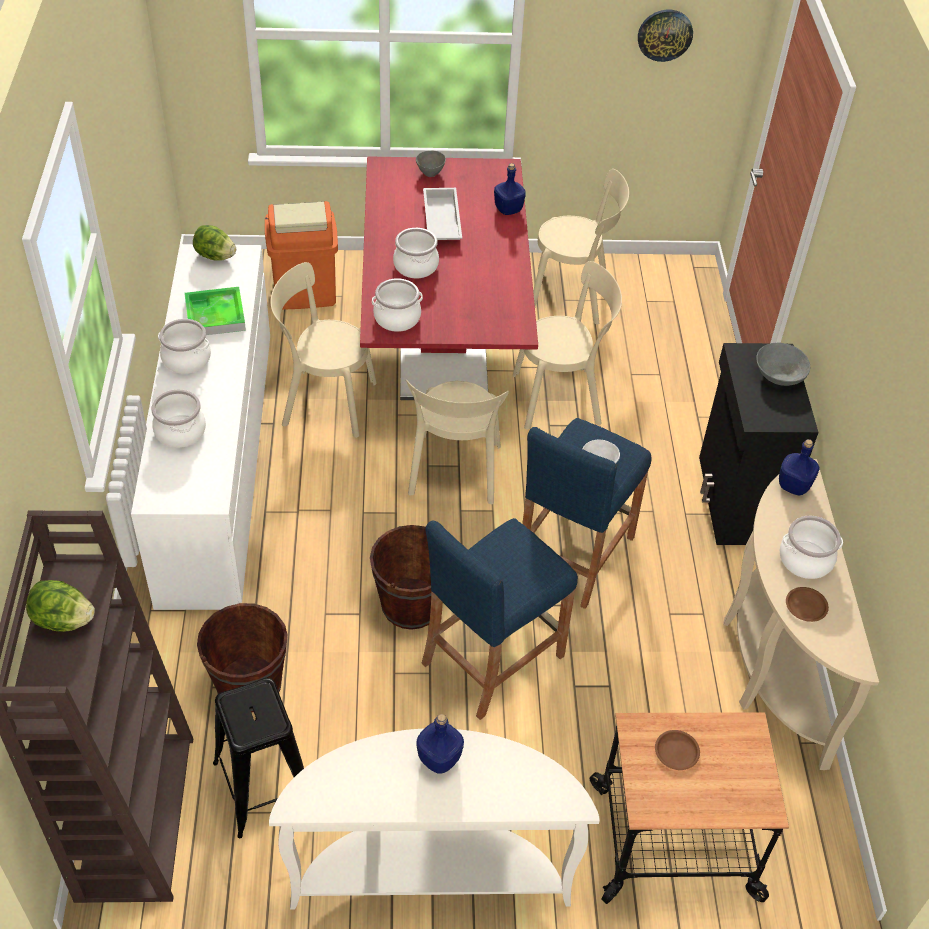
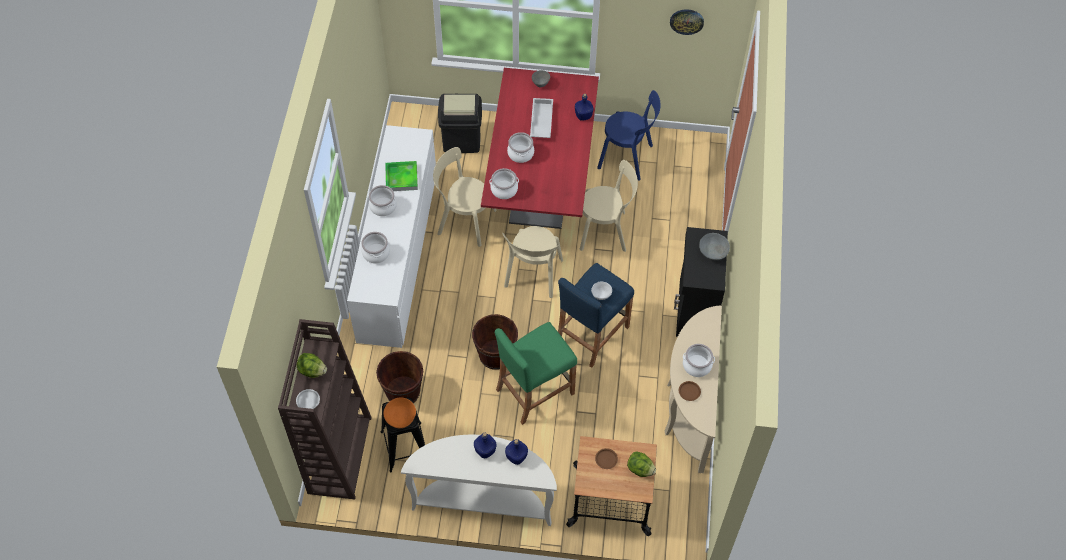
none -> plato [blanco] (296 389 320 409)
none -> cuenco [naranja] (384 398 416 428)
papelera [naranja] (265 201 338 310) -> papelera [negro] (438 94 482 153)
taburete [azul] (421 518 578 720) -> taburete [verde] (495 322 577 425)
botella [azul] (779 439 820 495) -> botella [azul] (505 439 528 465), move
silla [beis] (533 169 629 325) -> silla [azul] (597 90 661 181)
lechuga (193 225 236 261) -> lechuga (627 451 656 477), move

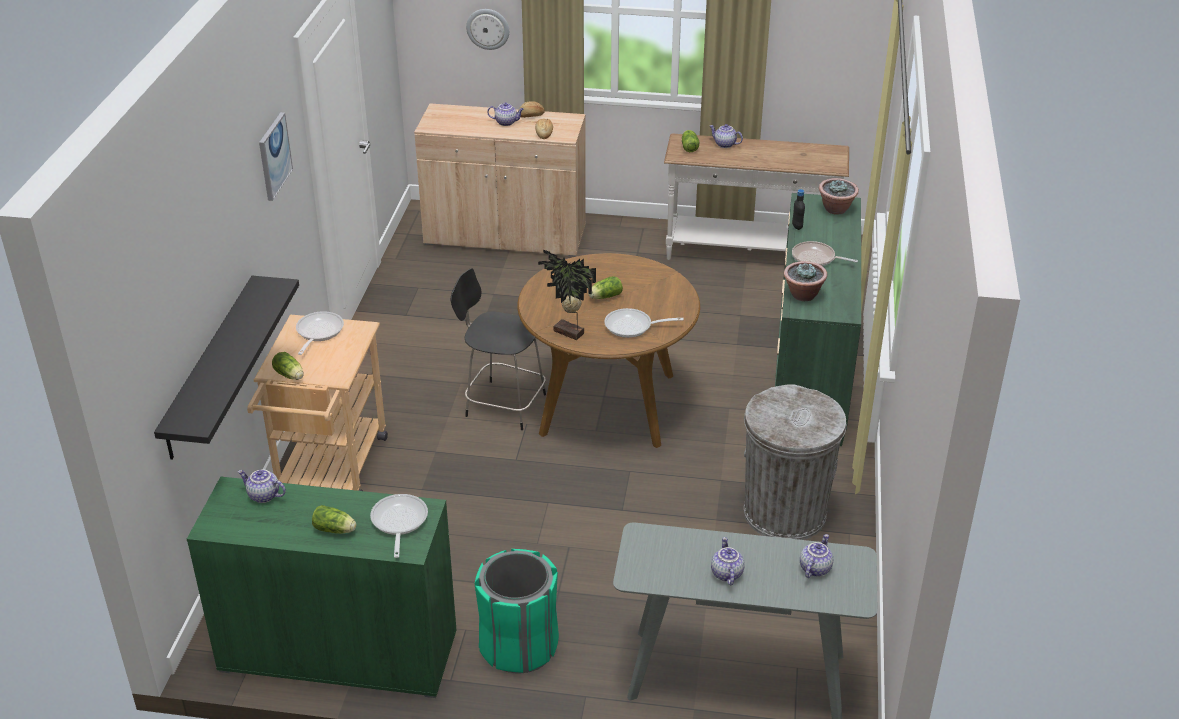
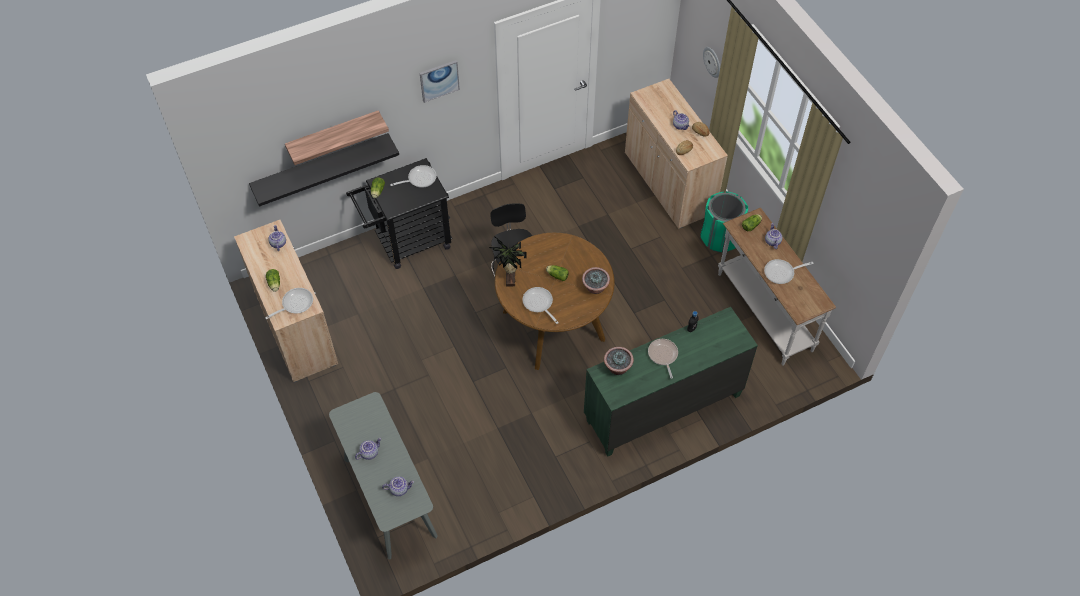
armario [verde] (187 477 456 698) -> armario [beis] (234 220 338 383)
none -> estante (285 111 389 165)
carrito [beis] (247 315 388 491) -> carrito [negro] (346 158 452 269)
planta en maceta (819 178 859 215) -> planta en maceta (582 267 610 294), move
papelera [verde] (475 549 559 674) -> papelera [verde] (700 191 748 252), move
none -> sartén (764 259 814 284)
papelera [gris] (744 384 846 540) -> none

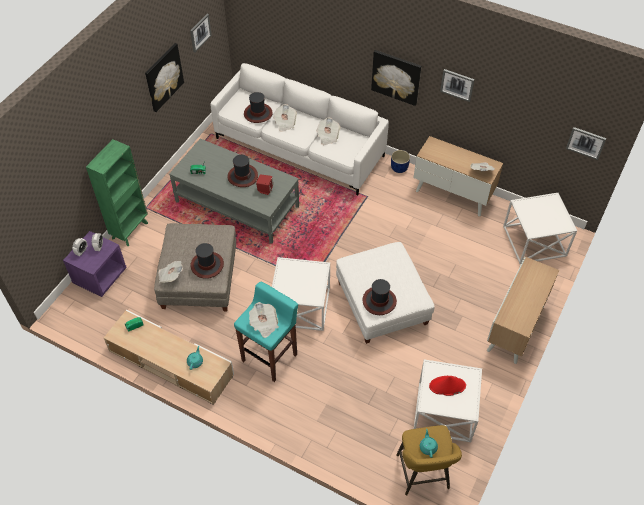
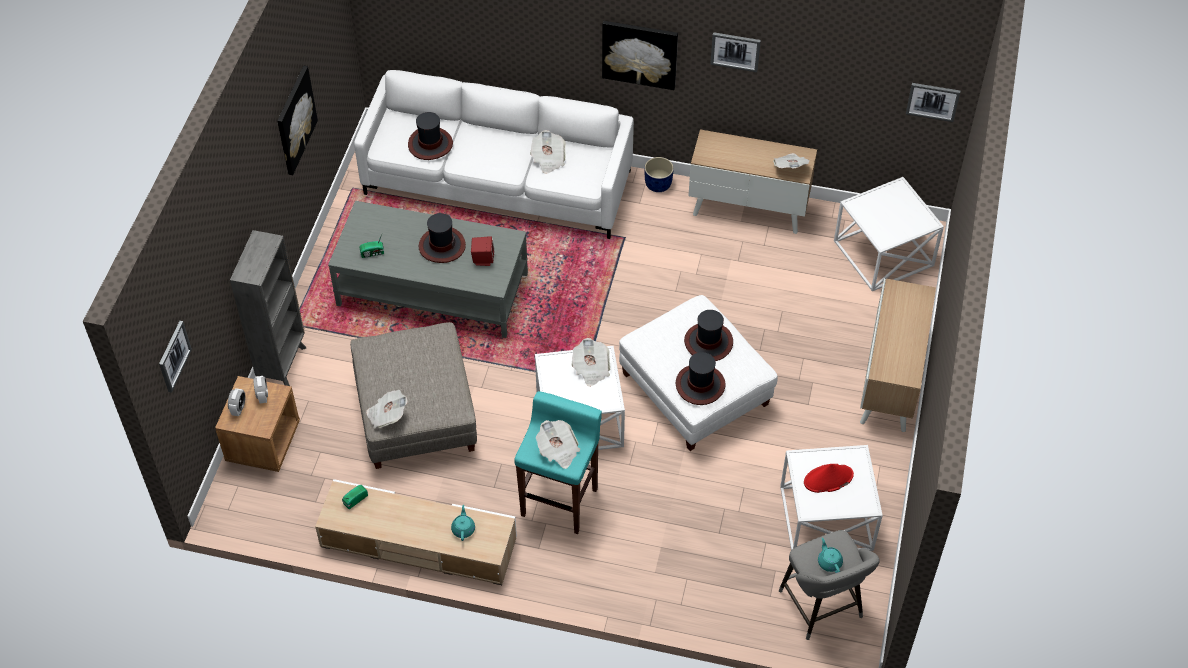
cuadro (190 14 212 52) -> cuadro (159 321 192 393), move
mesita de noche [morado] (63 231 127 297) -> mesita de noche [marrón] (215 376 300 472)
estantería [verde] (86 139 148 246) -> estantería [gris] (230 230 306 386)
periódico (273 104 297 132) -> periódico (572 338 610 387), move
sombrero (190 243 224 279) -> sombrero (684 310 733 361), move
taburete [amarillo] (396 425 462 496) -> taburete [gris] (779 530 880 640)

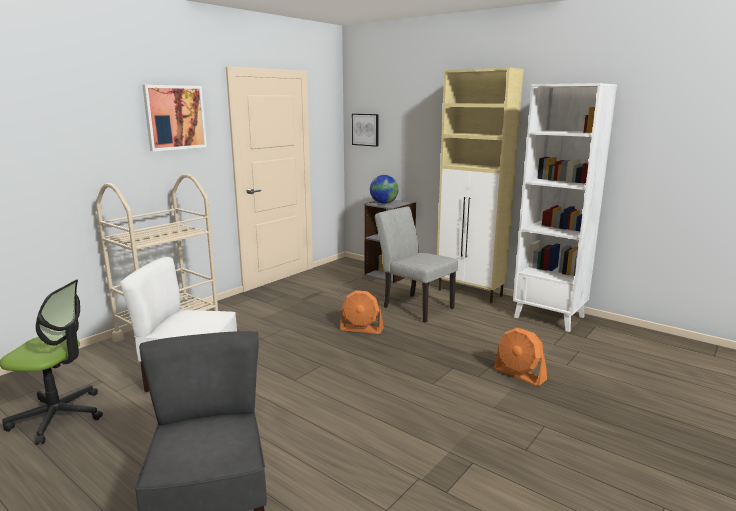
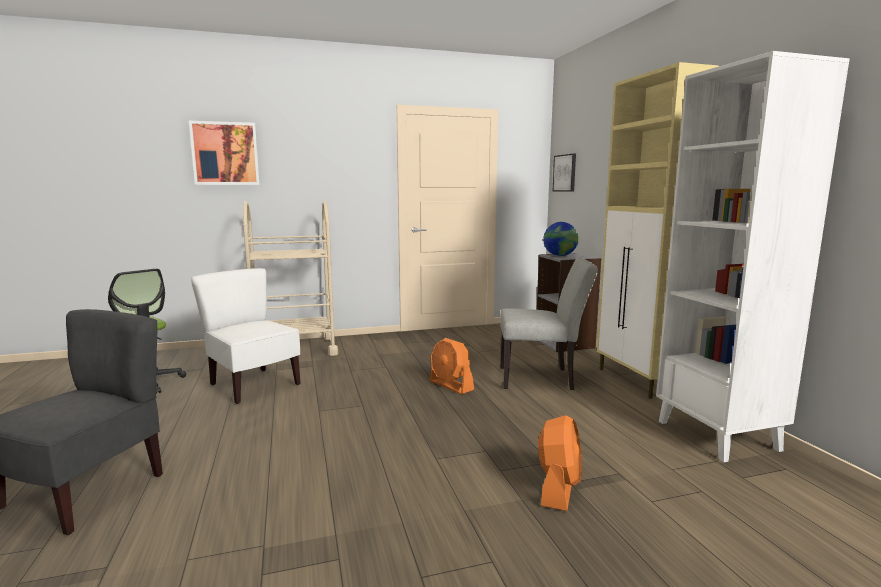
cuadro (142 85 207 151) -> cuadro (189 121 260 185), move
silla [gris] (375 206 458 323) -> silla [gris] (500 257 598 390), 105 degrees clockwise
ventilador [naranja] (494 328 547 386) -> ventilador [naranja] (538 415 582 511), 150 degrees counterclockwise

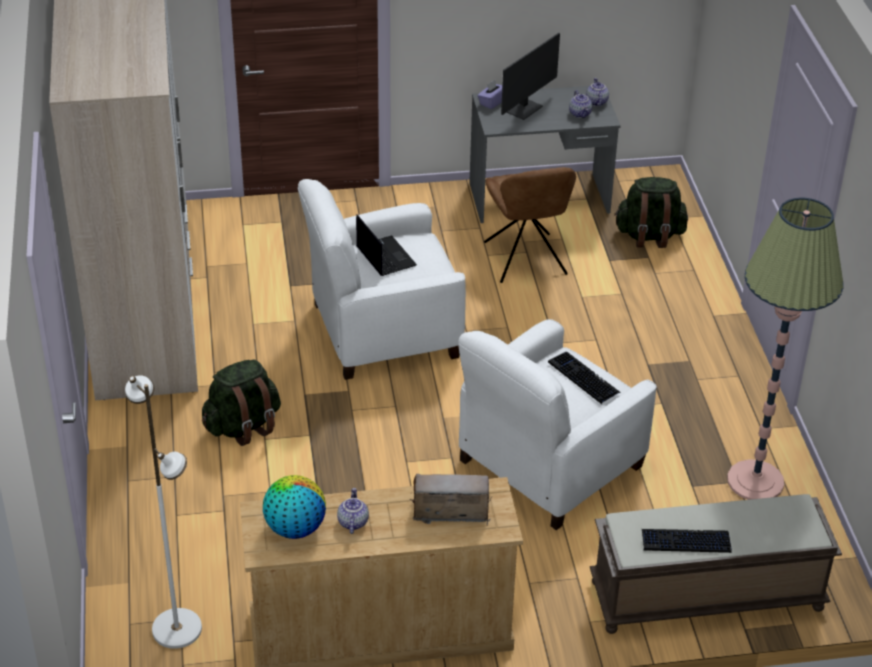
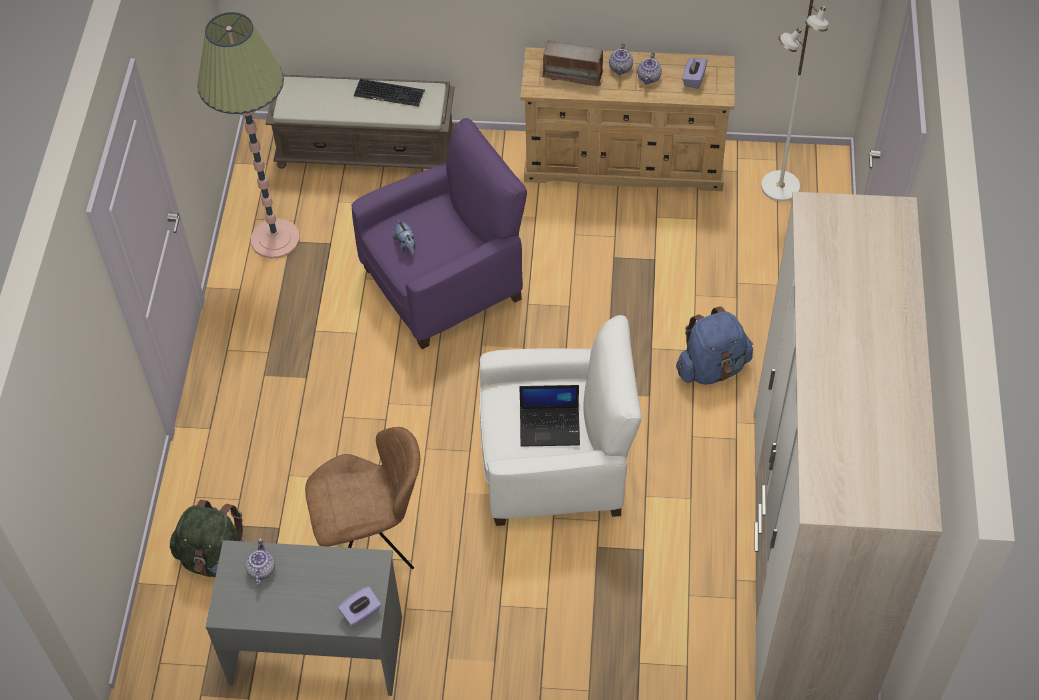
silla [marrón] (484 167 576 283) -> silla [marrón] (305 427 420 569), 75 degrees clockwise
sillón [blanco] (459 319 657 530) -> sillón [morado] (351 118 527 349)
teclado (548 352 621 404) -> peluche (393 219 415 255)
portátil (356 215 417 276) -> portátil (519 385 580 447), 75 degrees counterclockwise
tetera (586 78 609 106) -> tetera (609 43 633 75), move
mochila [verde] (202 359 281 446) -> mochila [azul] (676 306 753 385)
globo terráqueo (263 475 326 539) -> caja de pañuelos [morado] (682 57 708 89)
monitor (501 33 560 120) -> none

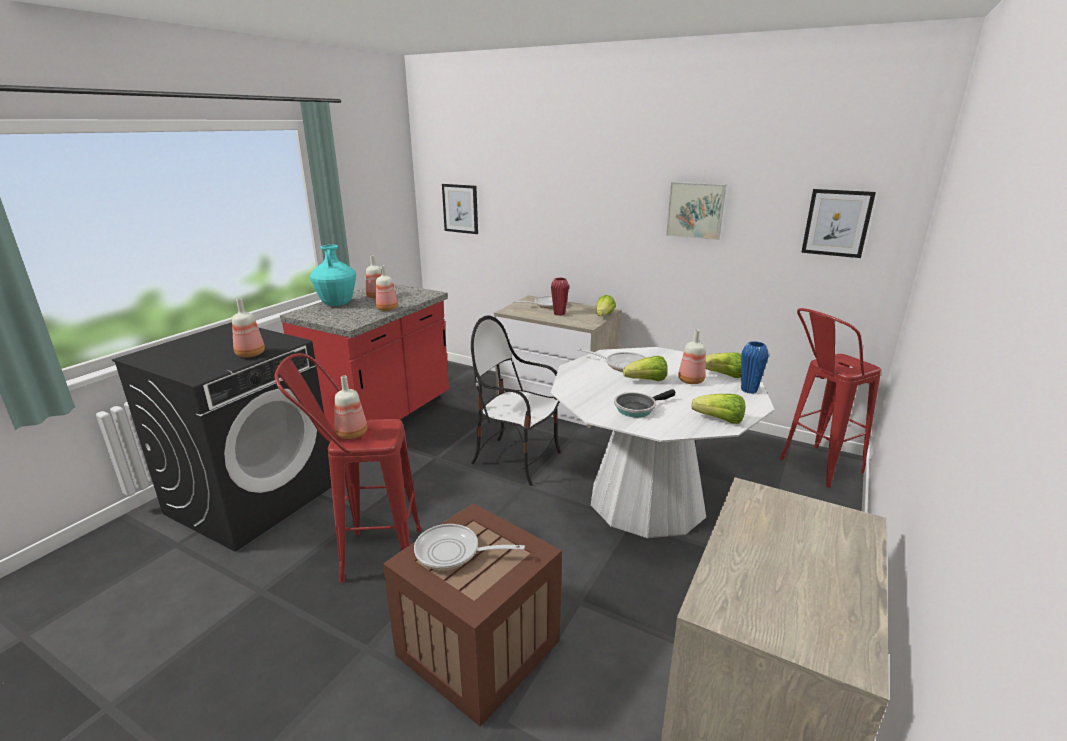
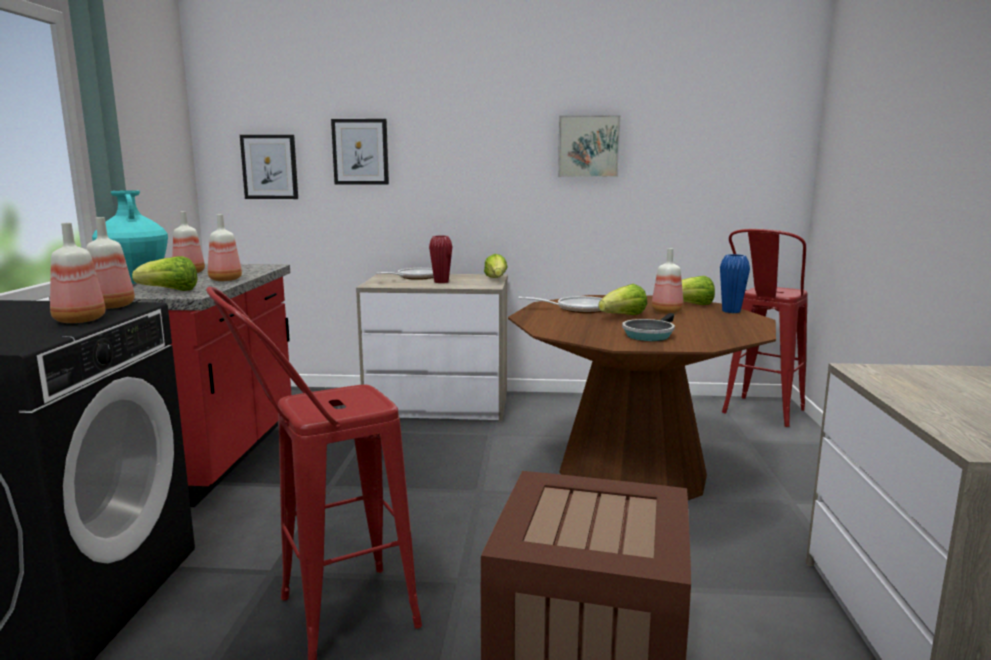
botella (335 375 367 439) -> botella (86 217 135 309), move
lechuga (691 394 745 424) -> lechuga (132 256 198 291), move
cuadro (801 189 876 258) -> cuadro (331 119 389 185), move
mesa de comedor [blanco] (551 347 775 538) -> mesa de comedor [marrón] (508 295 776 500)
sartén (414 524 525 570) -> none
silla (471 315 561 486) -> none

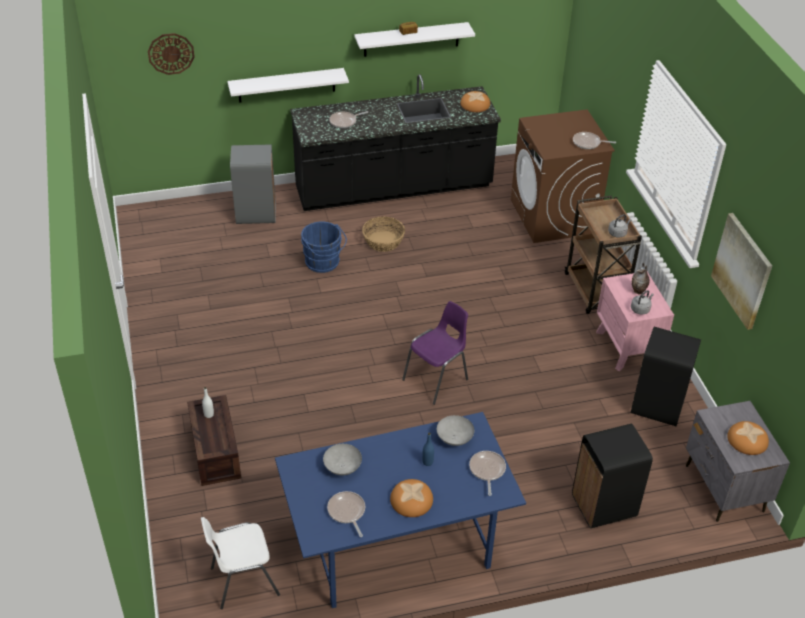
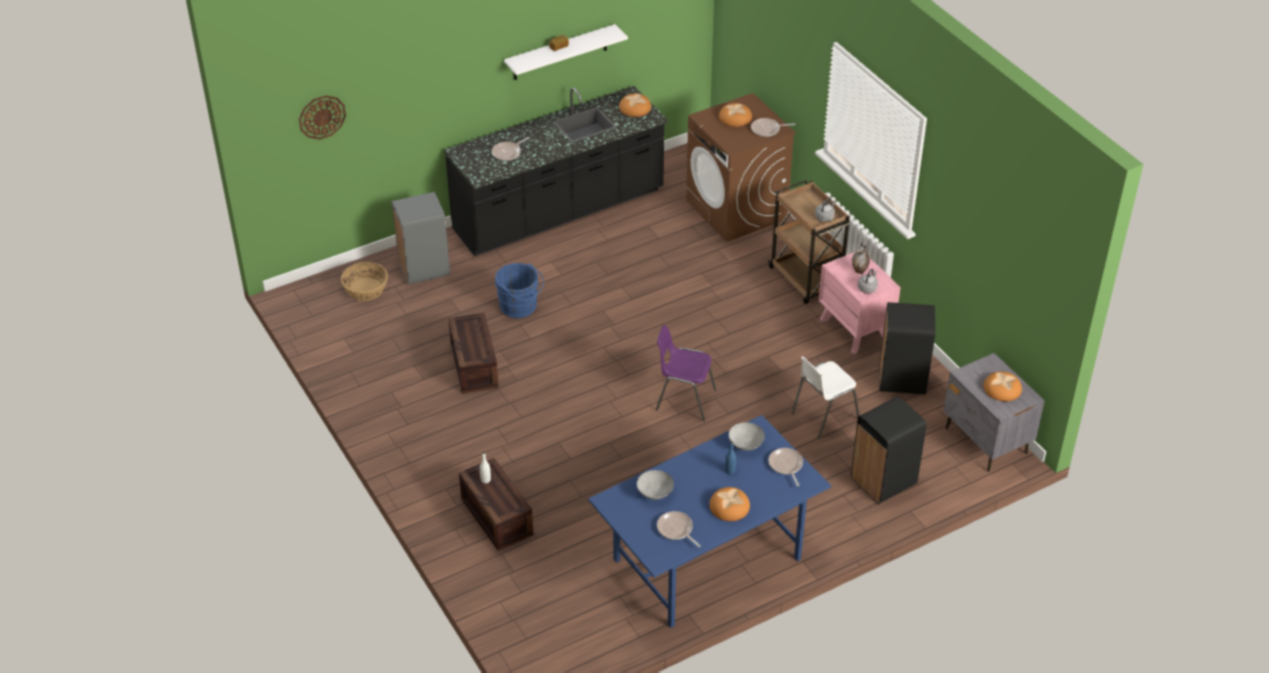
cesta (362 217 405 252) -> cesta (341 262 388 301), move
none -> caja de embalaje (448 313 499 394)
silla [morado] (402 301 468 405) -> silla [morado] (656 325 716 421), 105 degrees counterclockwise
none -> pan (719 103 752 127)
silla [blanco] (201 517 280 609) -> silla [blanco] (792 356 859 439), move
estante [blanco] (227 68 349 103) -> none
cuadro (711 213 772 330) -> none

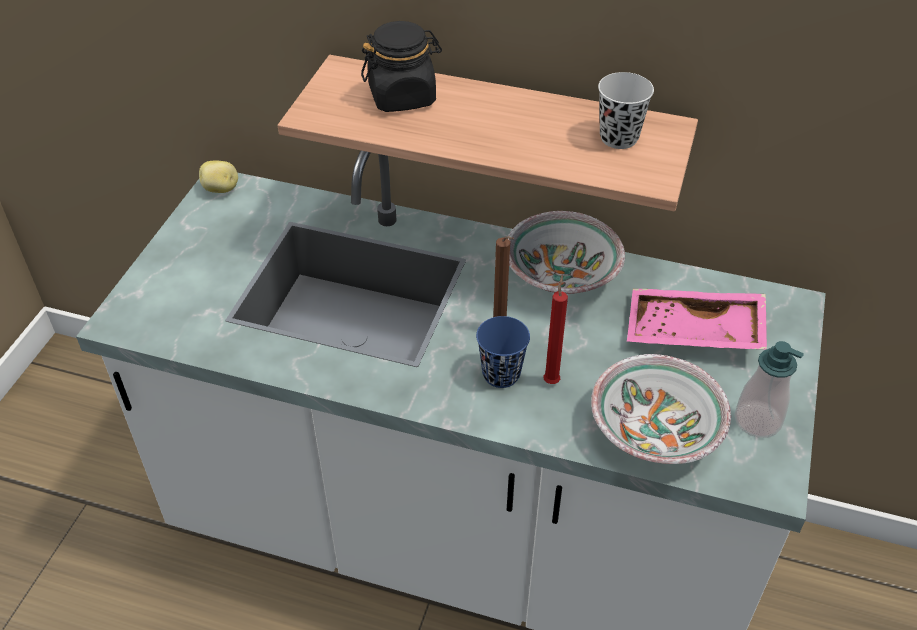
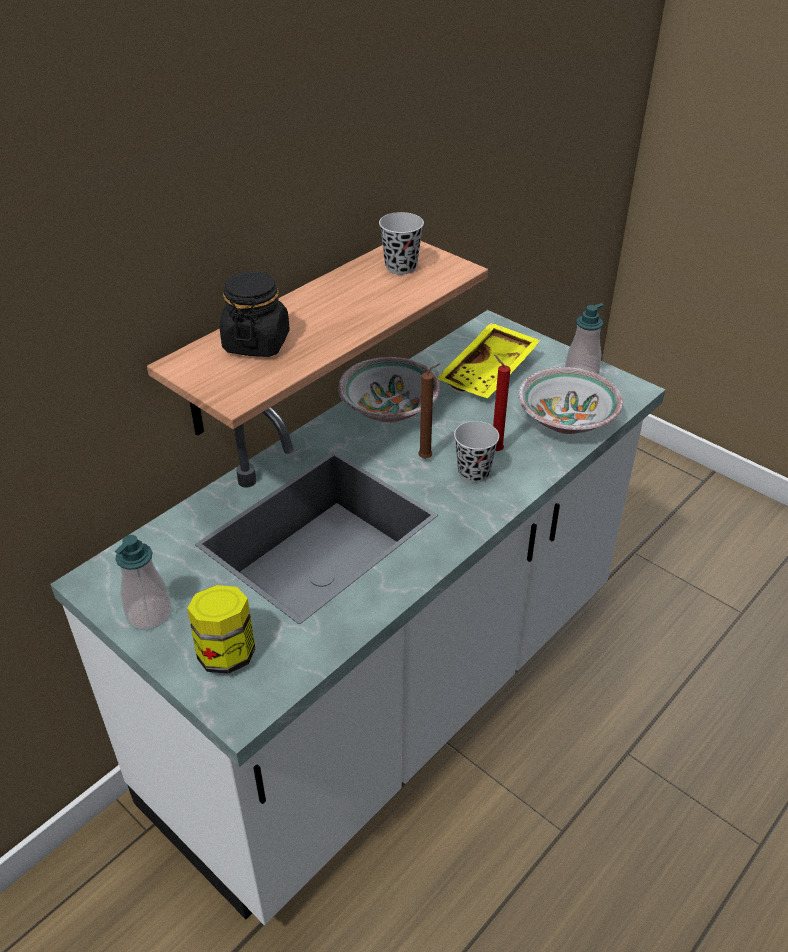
none -> dispensador de jabón (115 535 171 630)
none -> tarro (187 585 255 674)
bandeja [rosa] (627 289 767 350) -> bandeja [amarillo] (437 323 541 399)
taza [azul] (476 316 530 388) -> taza [negro] (454 421 499 483)
patata (199 161 238 193) -> none

